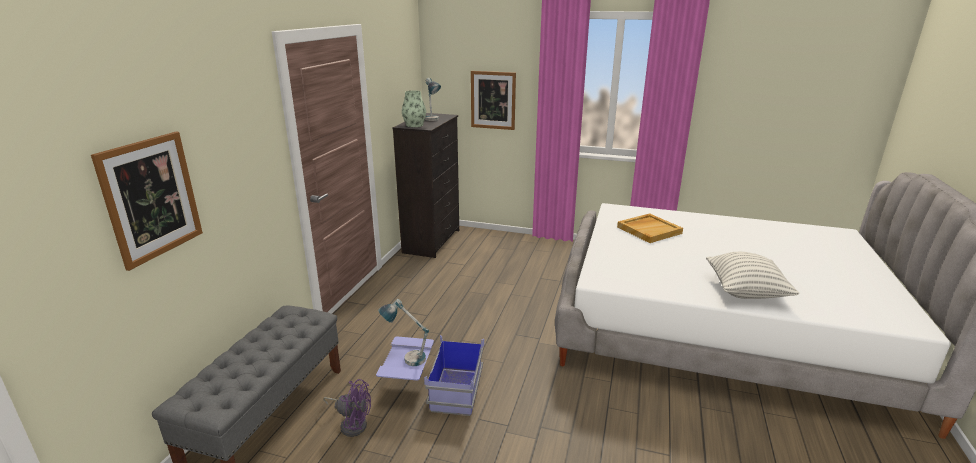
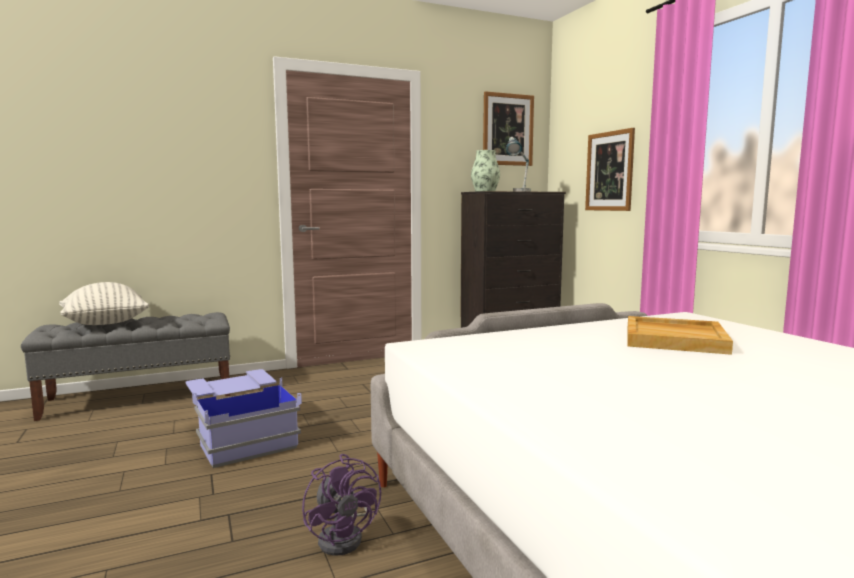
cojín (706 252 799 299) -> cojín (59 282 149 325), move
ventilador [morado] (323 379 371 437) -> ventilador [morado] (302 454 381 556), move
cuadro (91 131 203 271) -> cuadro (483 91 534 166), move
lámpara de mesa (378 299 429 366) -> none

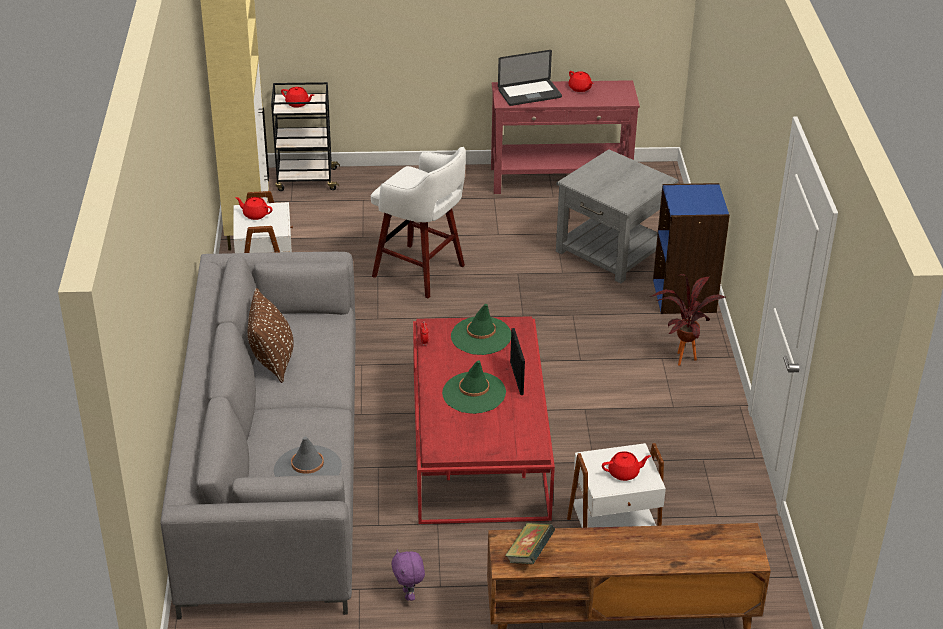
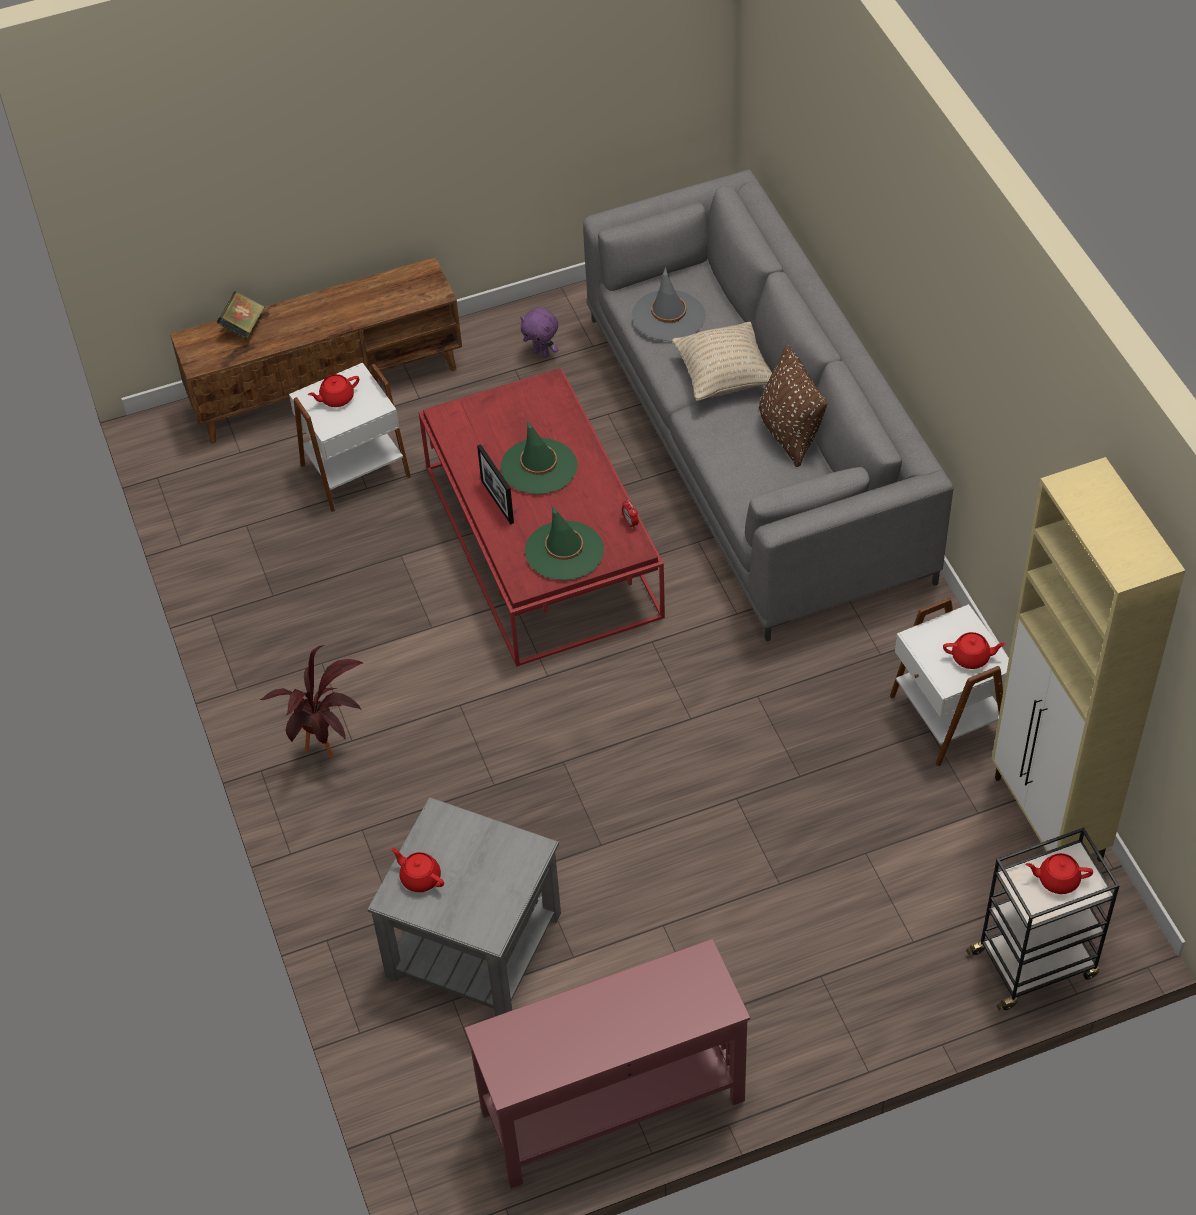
libro (505 523 555 564) -> libro (217 291 264 339), move
tetera [rojo] (569 71 594 92) -> tetera [rojo] (391 847 444 892), move
peluche [morado] (391 550 425 601) -> peluche [morado] (520 308 559 358), 150 degrees clockwise
none -> cojín [beis] (672 322 772 401)
taburete [blanco] (371 147 466 299) -> none
portátil (498 50 562 106) -> none
estantería [azul] (653 183 730 314) -> none

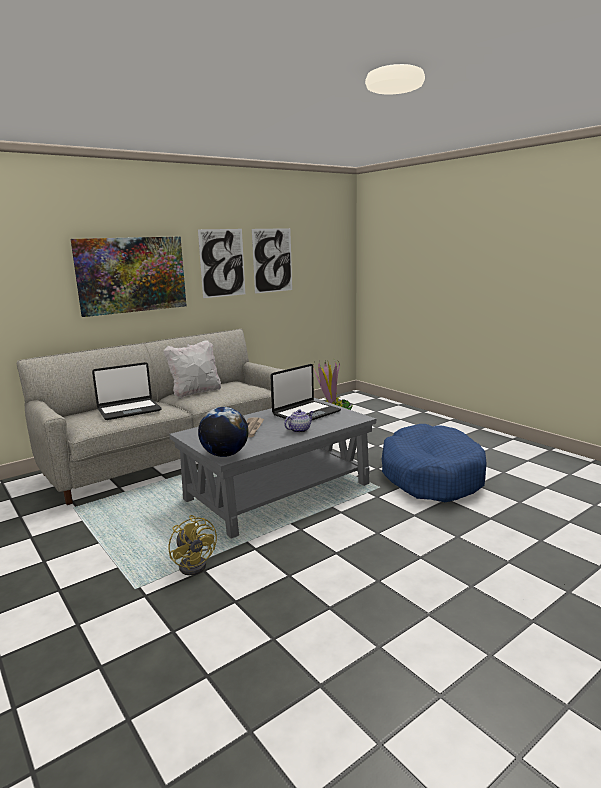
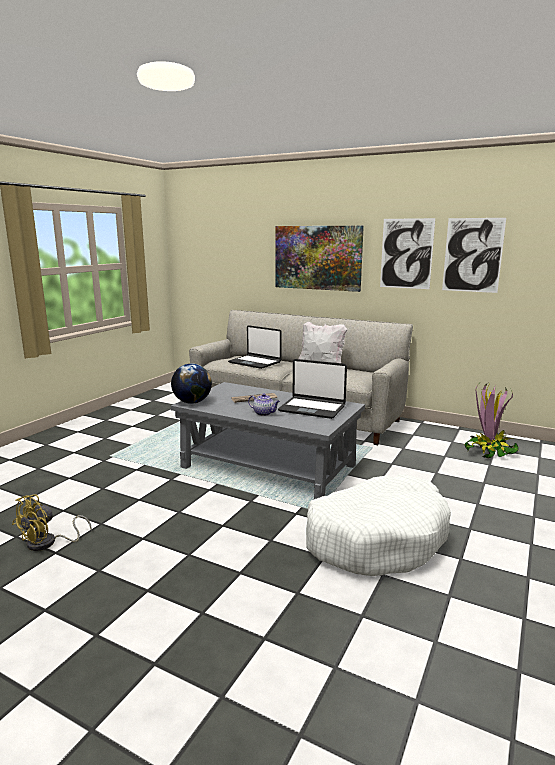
ventilador [amarillo] (169 515 217 575) -> ventilador [amarillo] (12 494 92 551), move
cama para perro [azul] (382 424 487 502) -> cama para perro [blanco] (306 475 451 576)

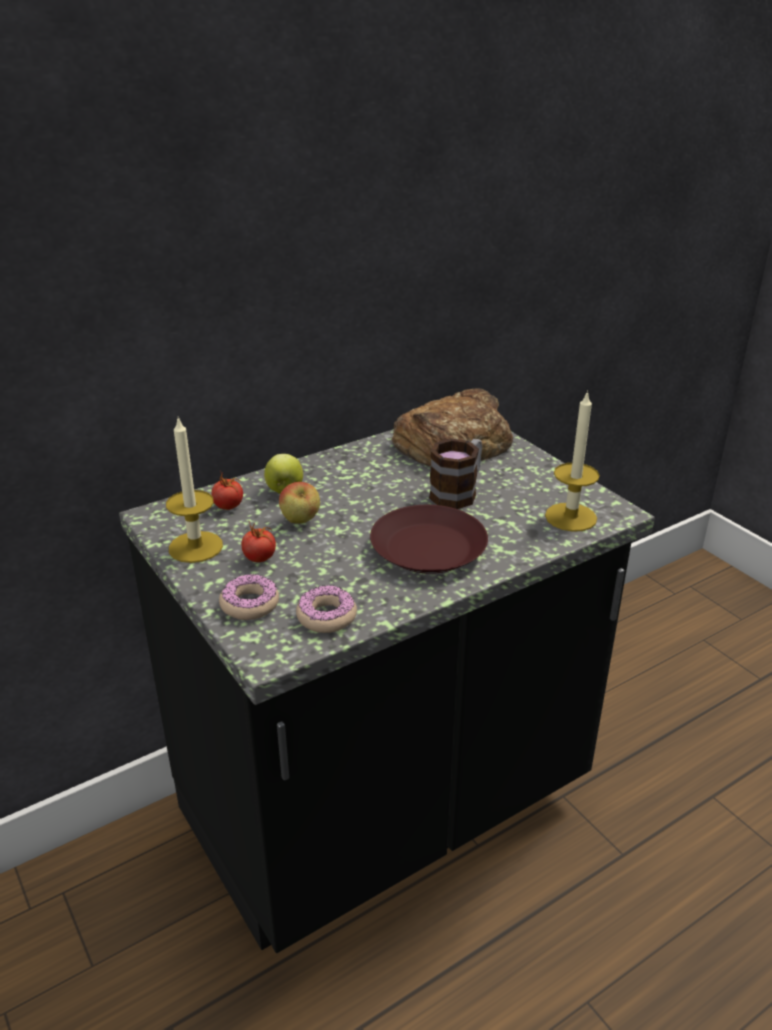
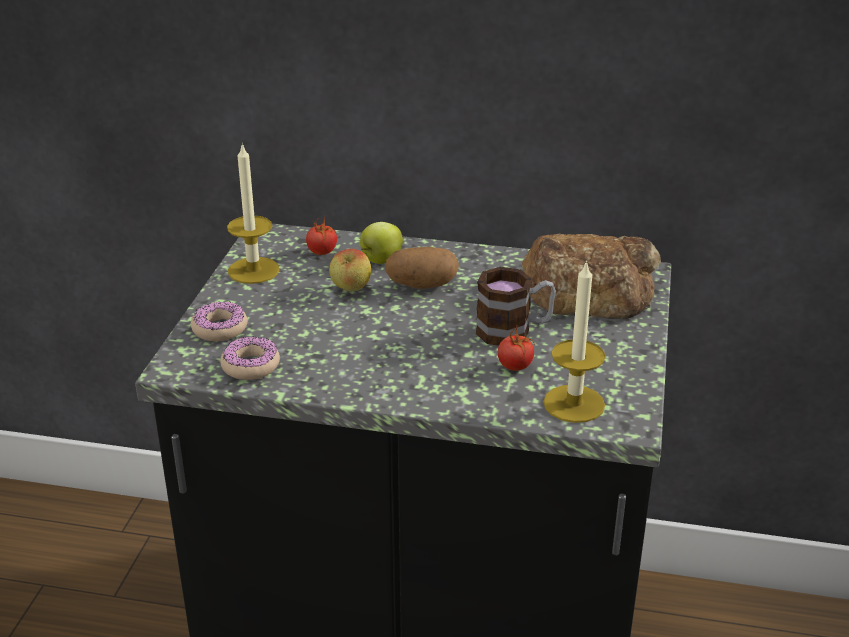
none -> patata (385 247 459 289)
tomate (242 521 276 562) -> tomate (498 327 535 371), move
plato [marrón] (370 505 488 574) -> none

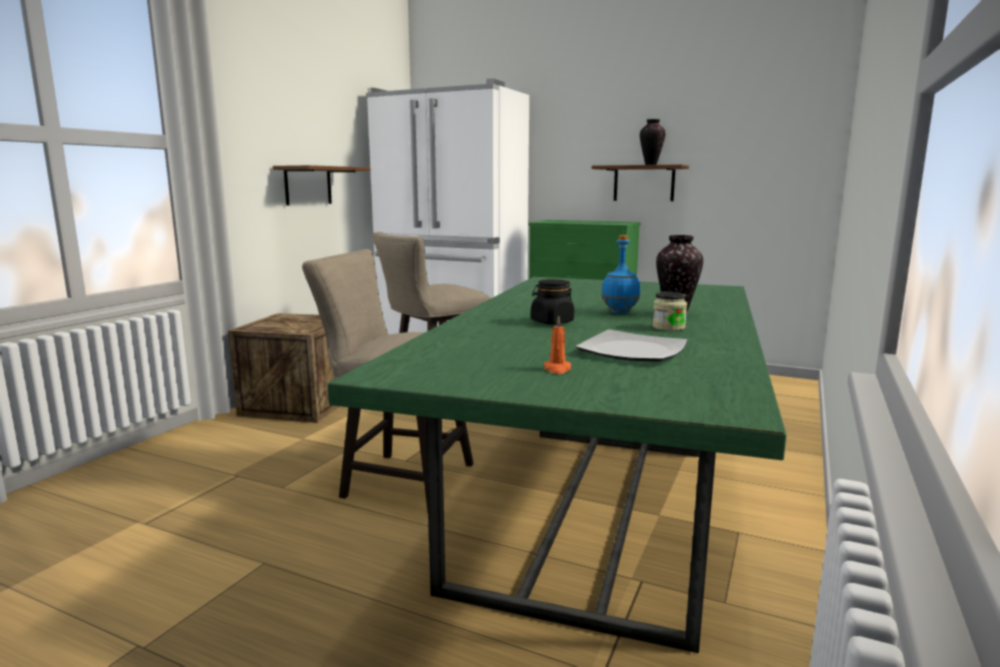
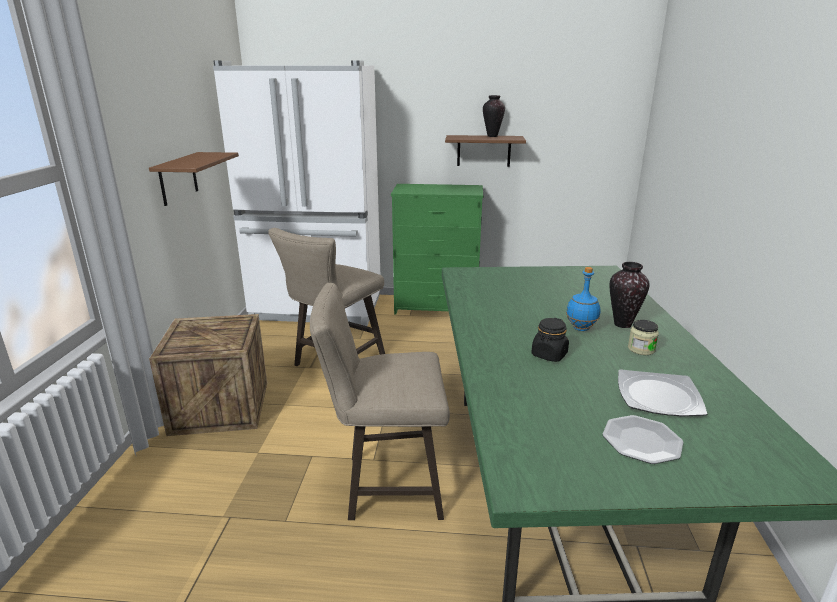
vela [naranja] (544 315 571 374) -> plato (602 415 683 464)

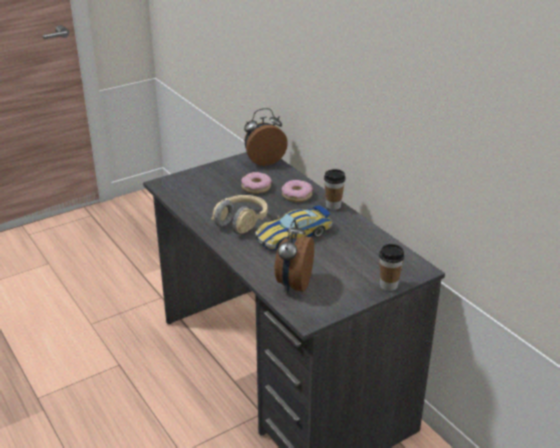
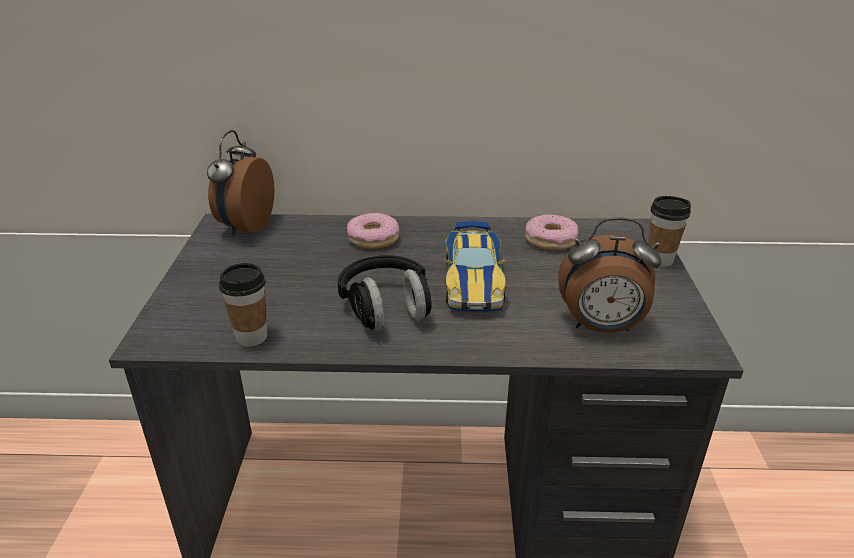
taza (324 169 345 210) -> taza (219 263 267 347), move
auriculares [beis] (211 195 267 234) -> auriculares [negro] (338 255 432 331)
rosquilla (241 172 272 194) -> rosquilla (525 214 579 250), move
despertador (274 220 314 293) -> despertador (558 217 662 333), 45 degrees counterclockwise

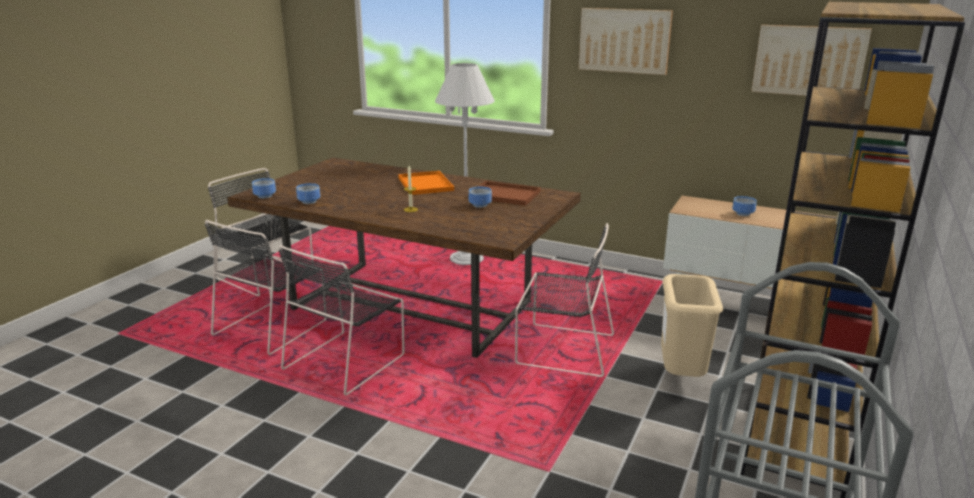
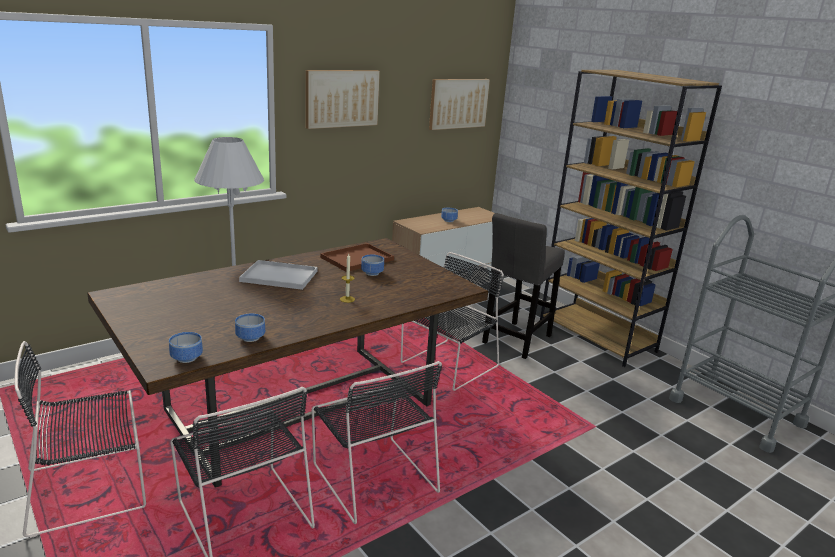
bandeja [naranja] (398 171 454 195) -> bandeja [blanco] (239 260 317 290)
papelera [beis] (661 274 723 377) -> taburete [gris] (482 213 565 359)

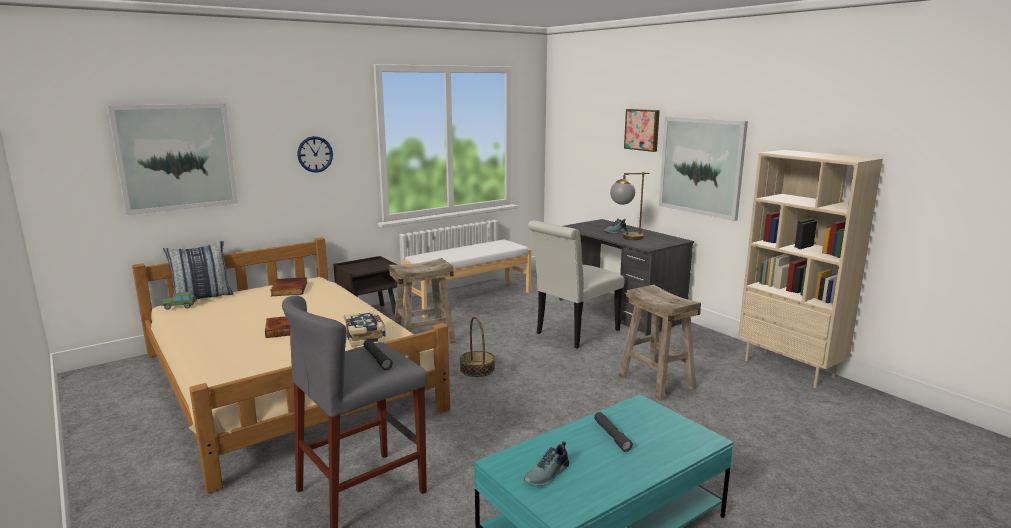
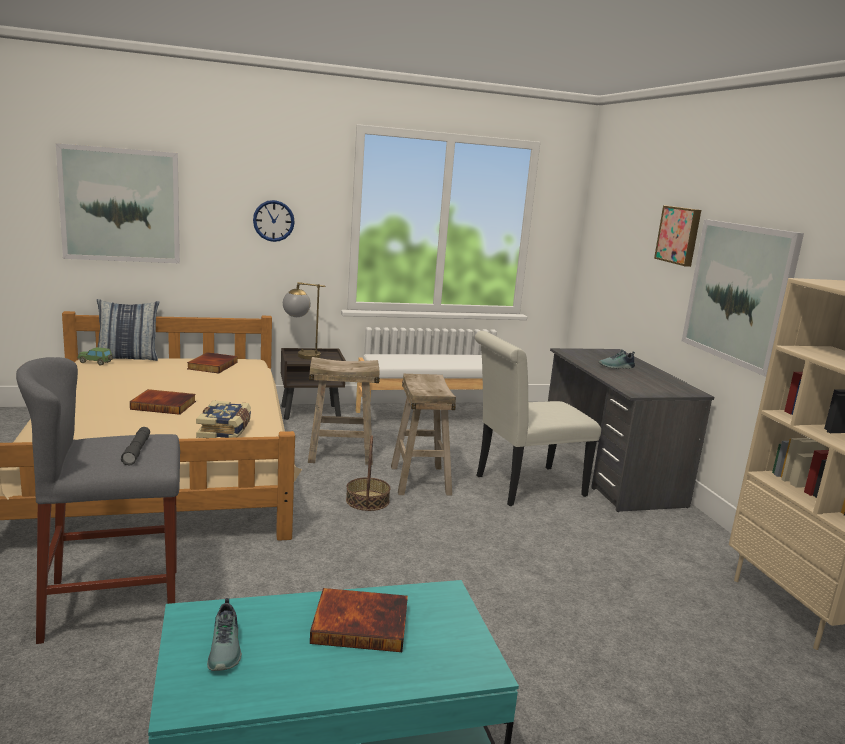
zapato (524 441 569 486) -> zapato (207 598 242 671), 75 degrees counterclockwise
lámpara de mesa (610 172 649 240) -> lámpara de mesa (283 282 326 359), move
linterna [gris] (594 412 633 452) -> libro (310 588 408 652)
taburete [beis] (618 285 701 401) -> taburete [beis] (391 374 456 495), move

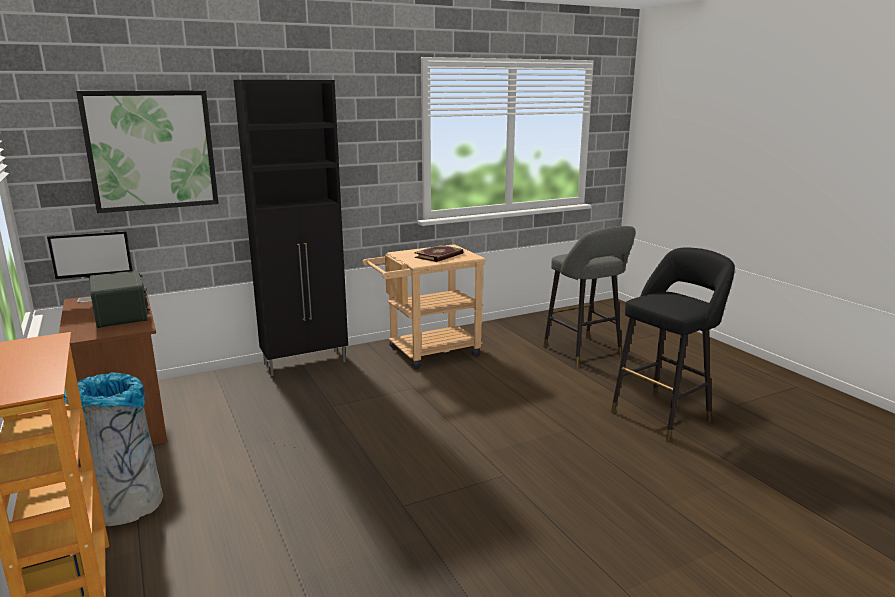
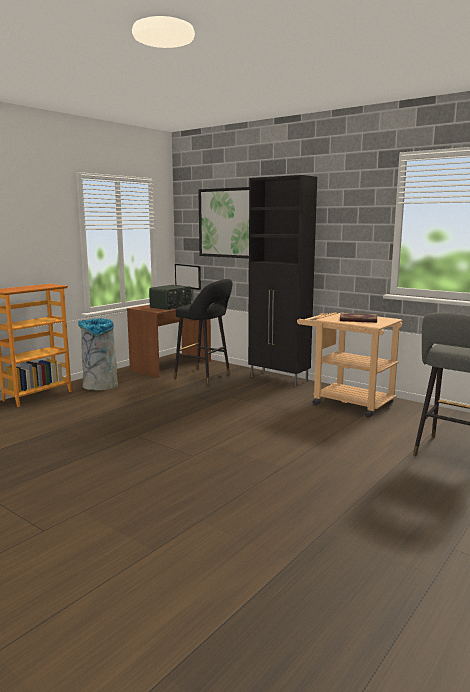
taburete [negro] (611 248 735 442) -> taburete [negro] (174 279 233 385), move

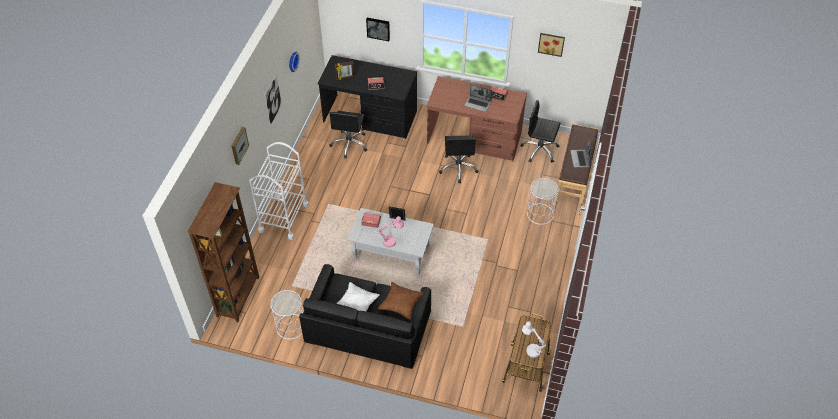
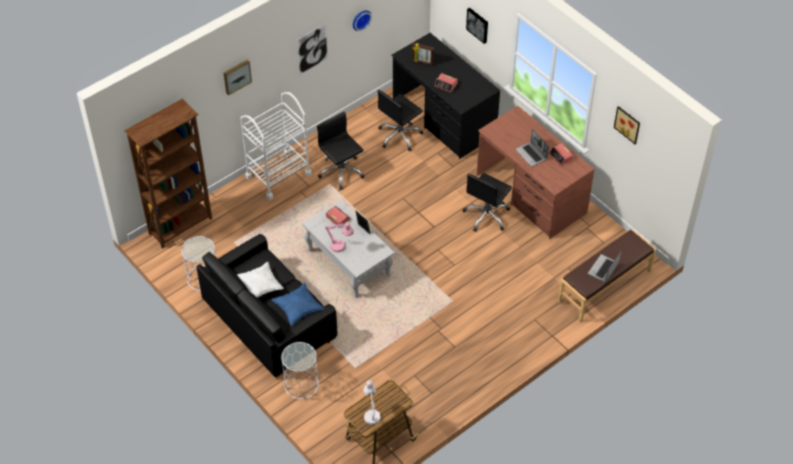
cojín [marrón] (378 282 423 320) -> cojín [azul] (271 283 324 326)
mesa auxiliar [blanco] (527 178 559 225) -> mesa auxiliar [blanco] (281 342 319 399), move
silla de oficina [negro] (520 100 560 163) -> silla de oficina [negro] (317 112 365 190), move

